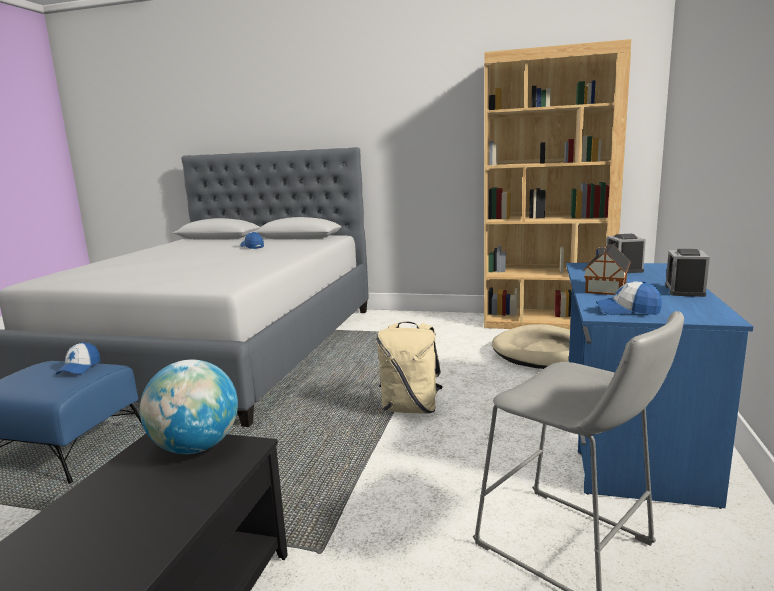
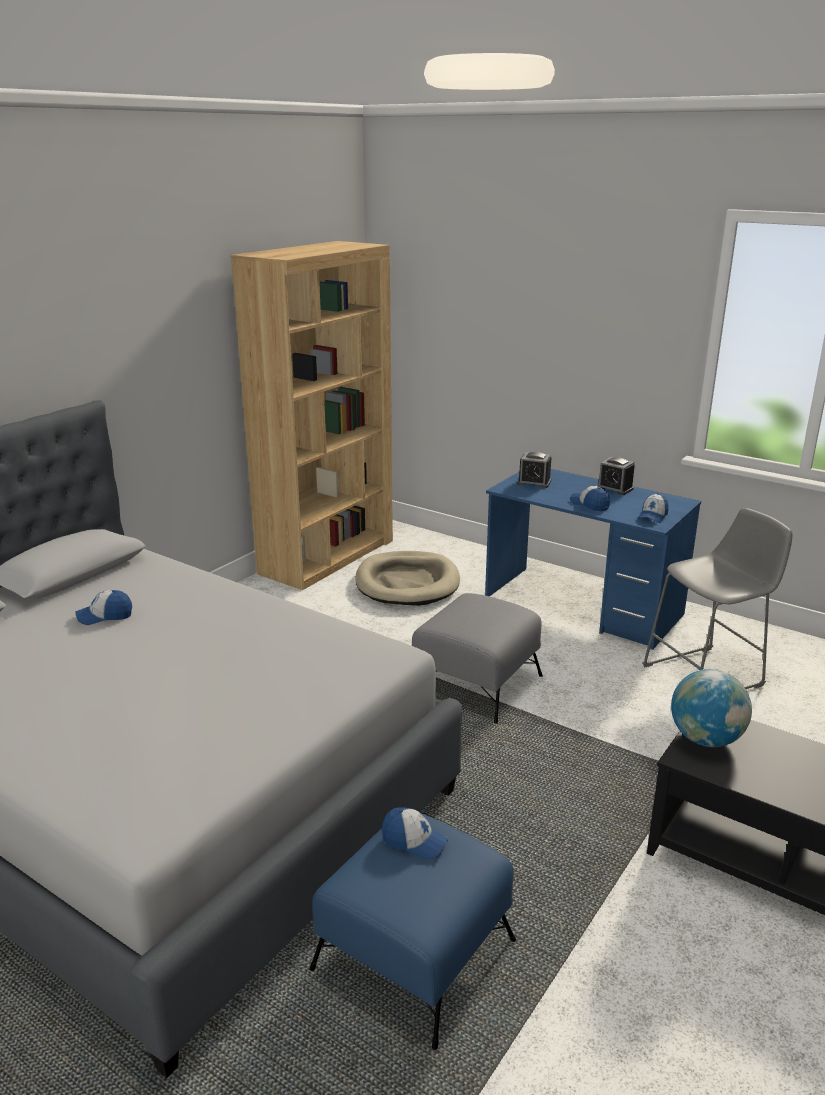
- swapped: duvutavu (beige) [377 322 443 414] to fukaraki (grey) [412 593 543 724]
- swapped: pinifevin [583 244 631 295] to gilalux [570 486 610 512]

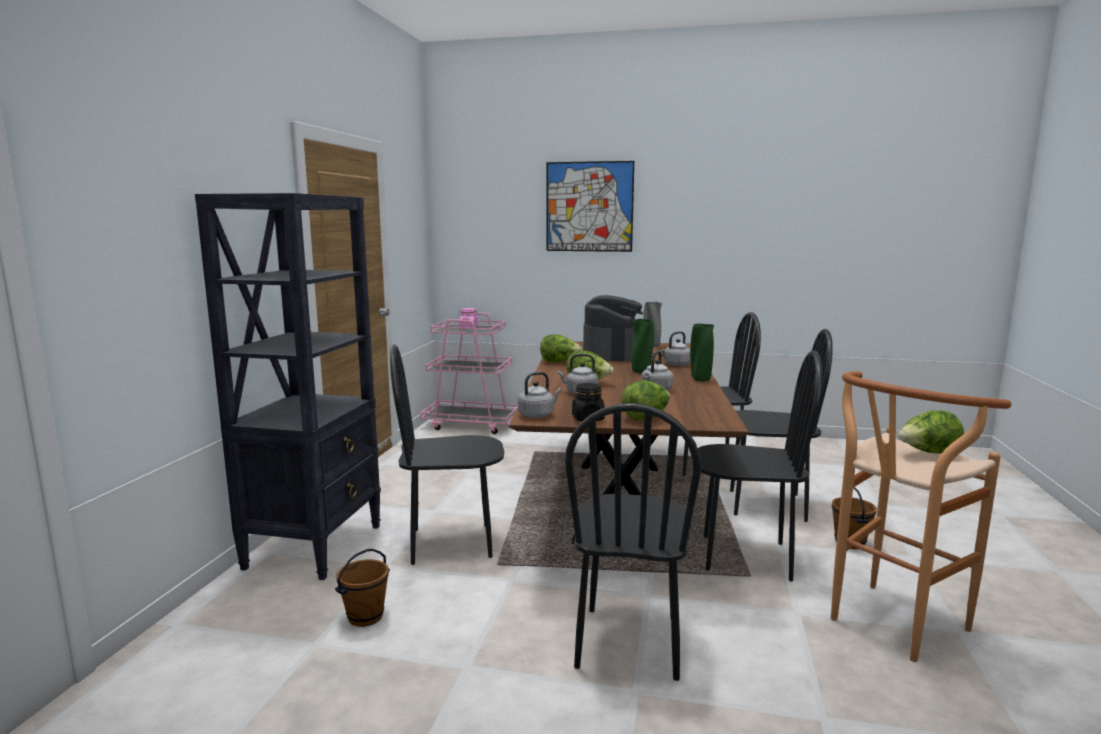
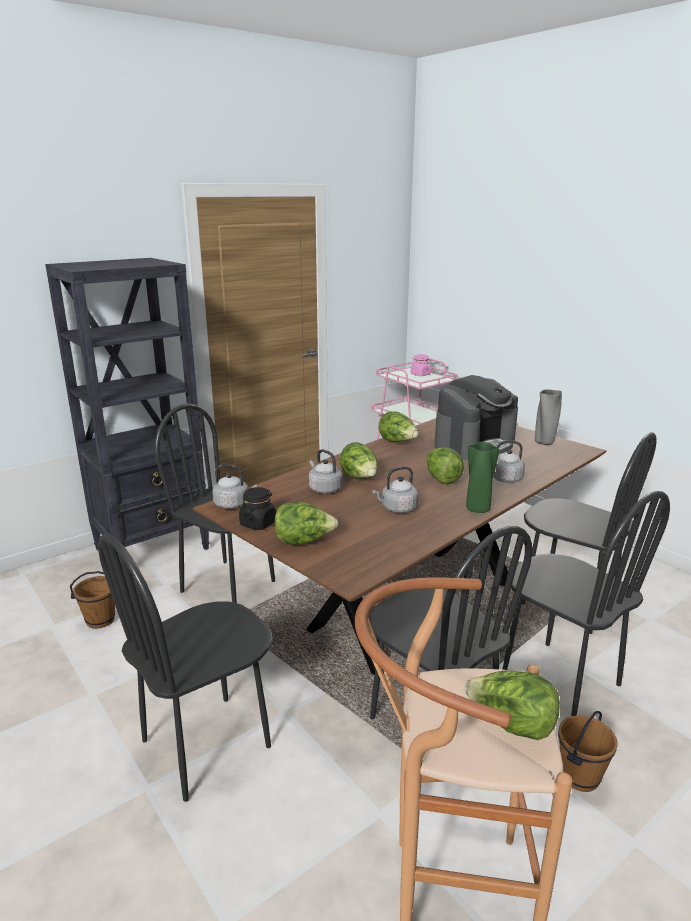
- gone: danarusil [546 161 634 252]
- swapped: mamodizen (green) [631 319 654 373] to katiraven [427 447 464 484]

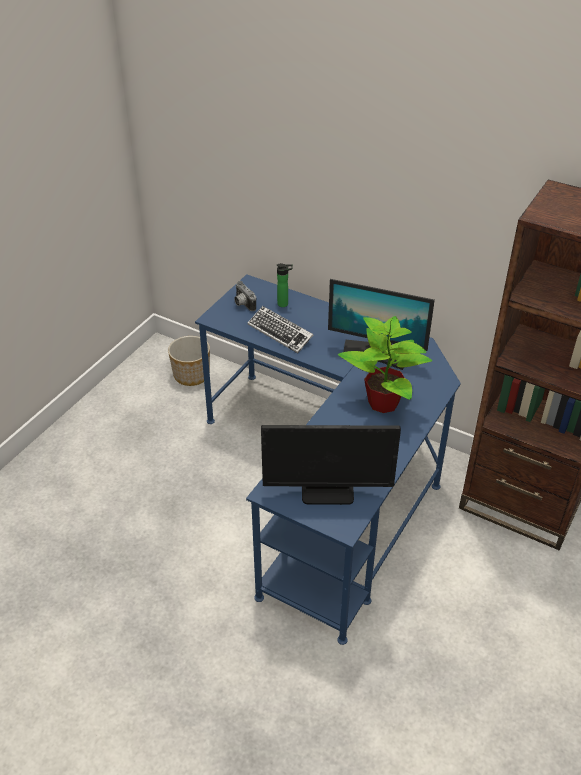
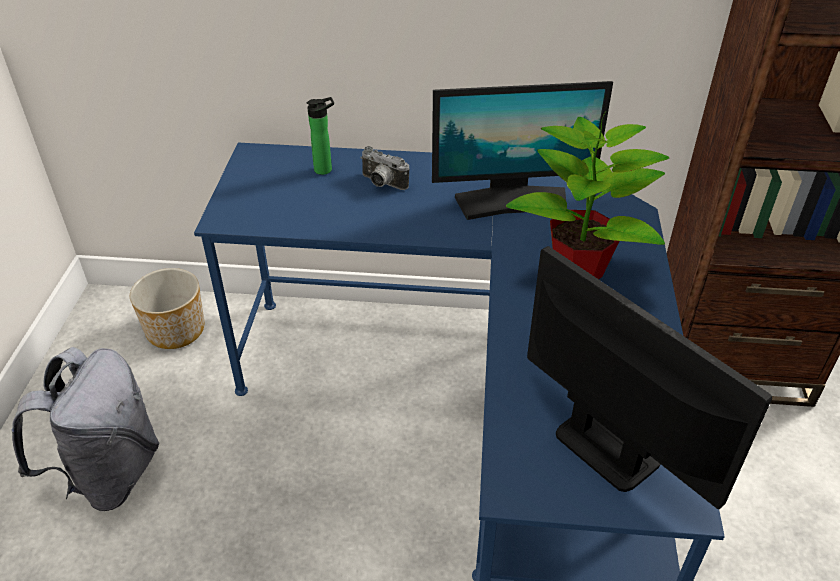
- shifted: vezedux [234 281 256 311] to [360 146 410 190]
- gone: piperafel [248 306 313 353]
- rotated: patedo [261 425 401 505] = [527 246 772 509] 105 degrees counterclockwise
- new: duvutavu (grey) [11 347 159 511]

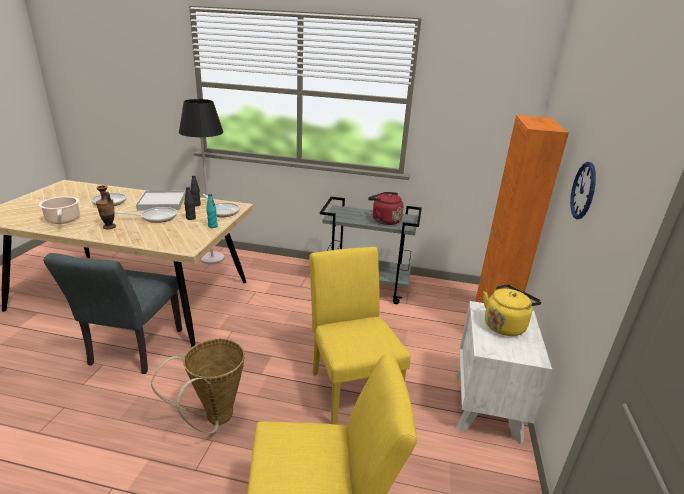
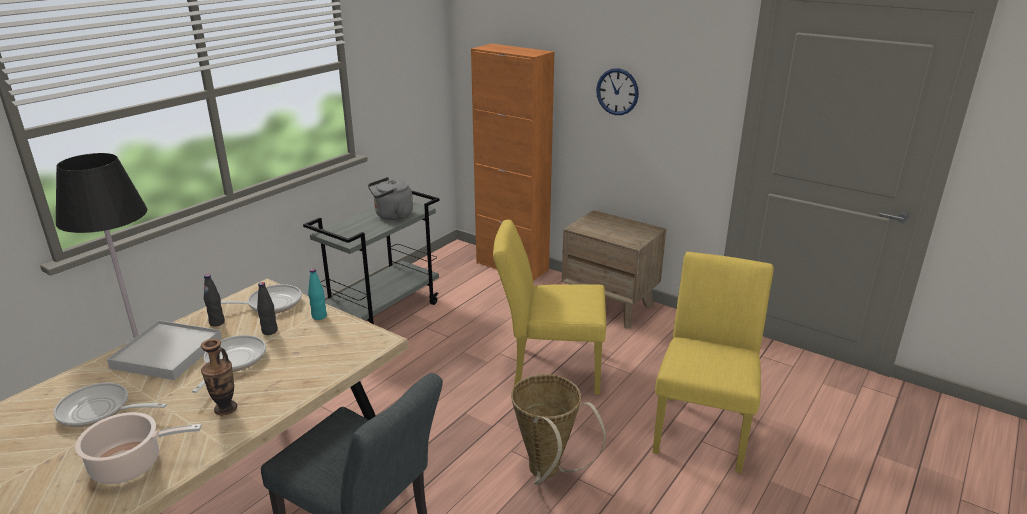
- repainted: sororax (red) [368 192 404 225] to sororax (grey) [368 177 413 220]
- repainted: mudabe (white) [455 301 552 444] to mudabe (brown) [562 210 666 329]
- gone: sororax (yellow) [483 284 542 336]

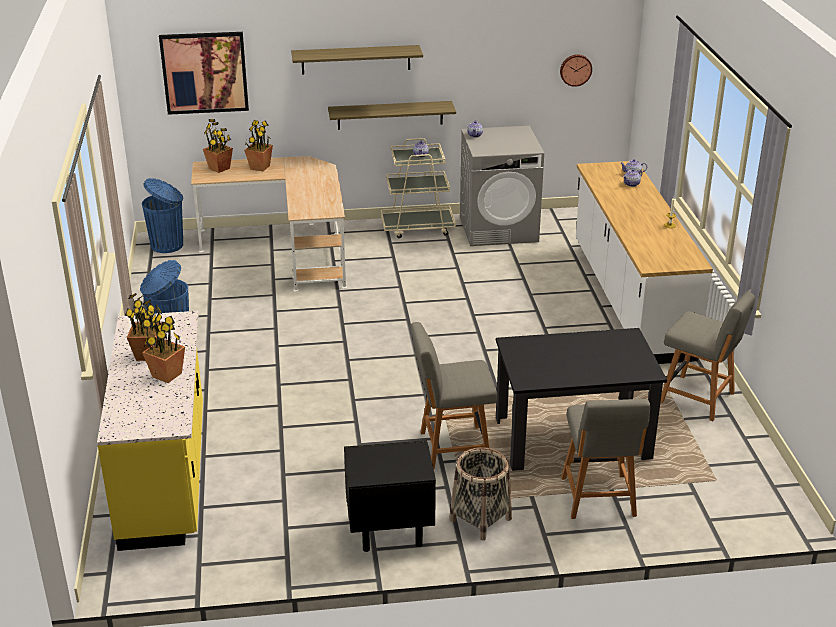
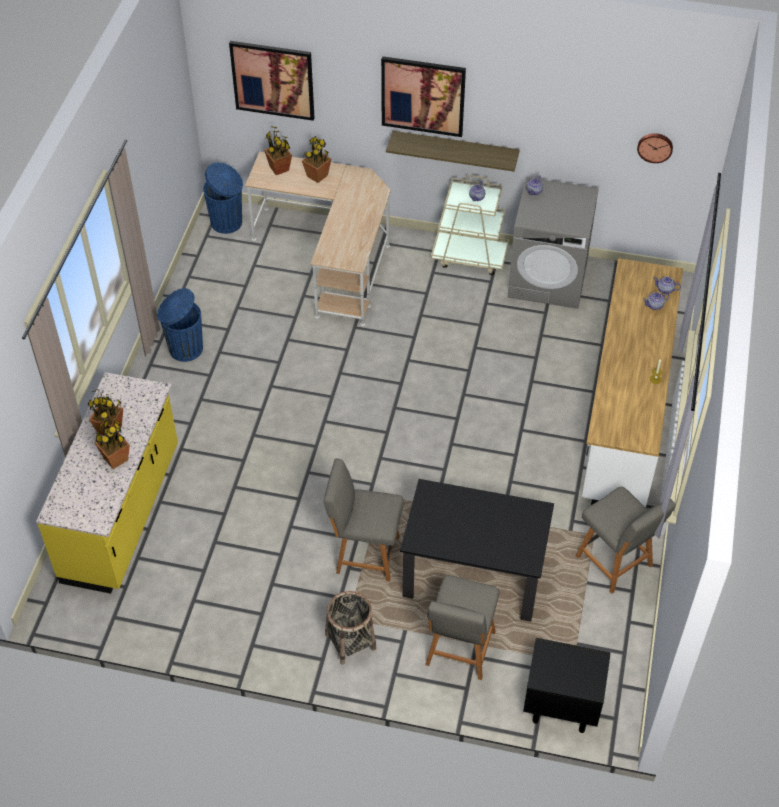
- swapped: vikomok [291 45 423 75] to danarusil [381 56 466 137]
- shifted: mudabe (black) [344 440 436 552] to [523 638 611 733]

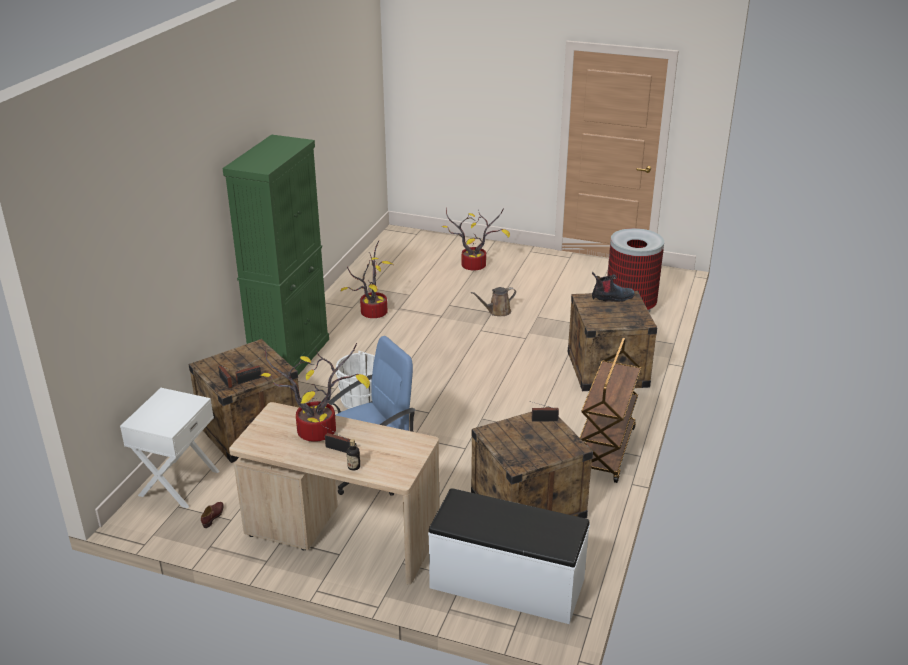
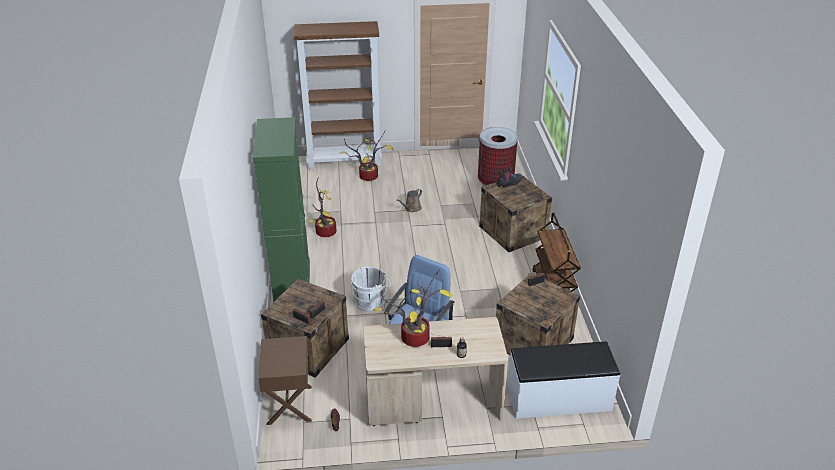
- repainted: mudabe (white) [120 388 219 508] to mudabe (brown) [258 336 312 425]
- new: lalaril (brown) [294 21 382 170]

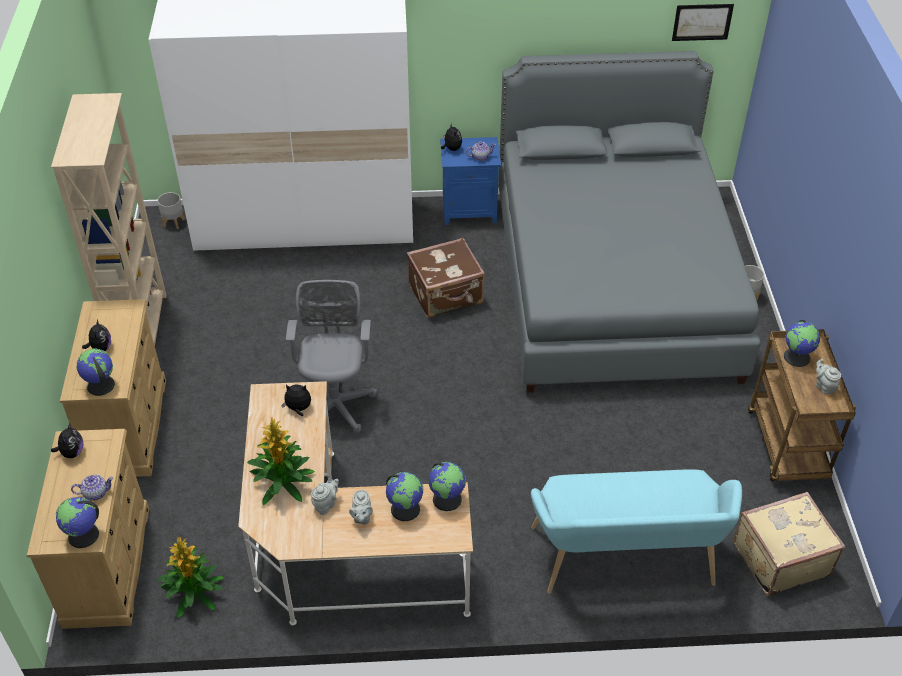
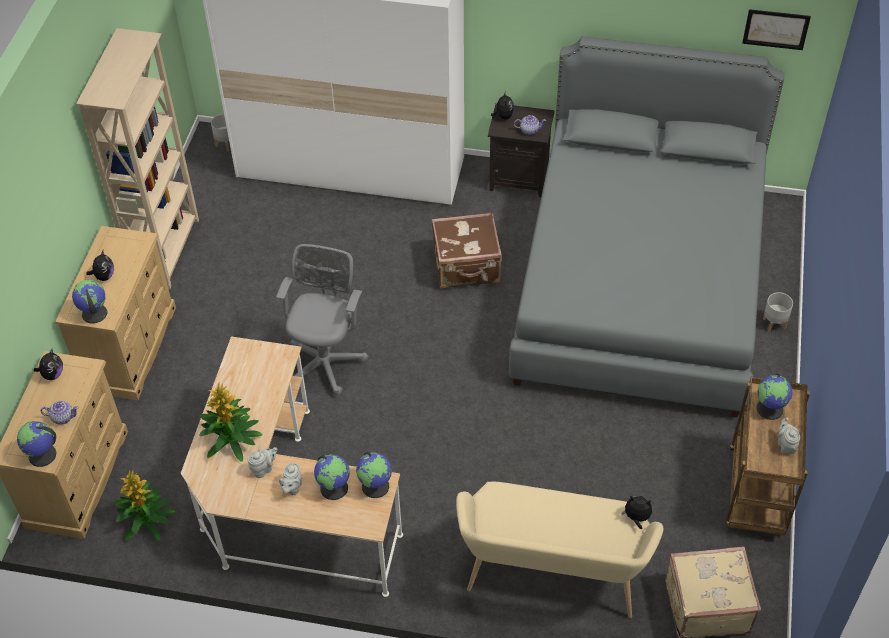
- shifted: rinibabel [281 384 311 416] to [621 496 652 529]
- repainted: mudabe (blue) [440 137 501 225] to mudabe (black) [488 103 555 197]
- repainted: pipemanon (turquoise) [531 469 742 594] to pipemanon (beige) [456 481 663 618]

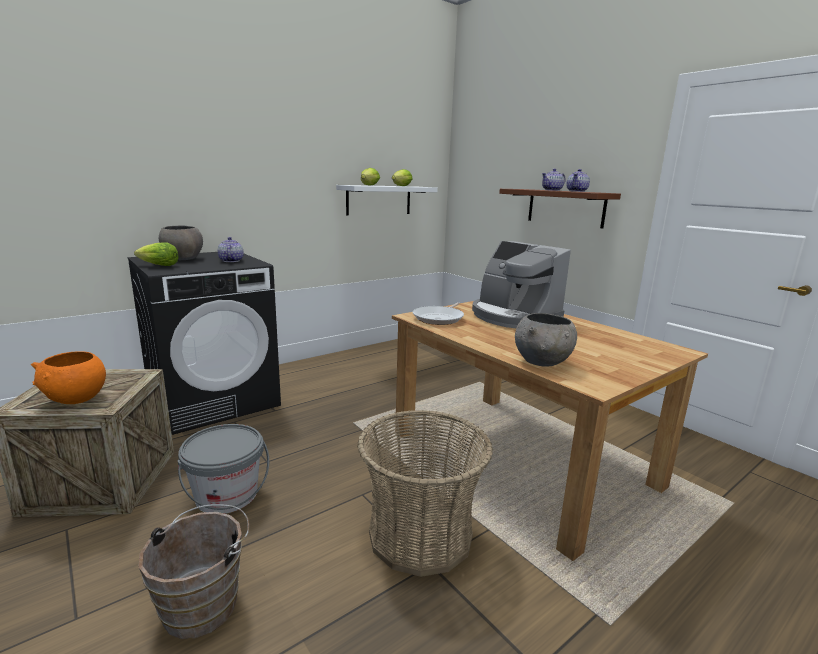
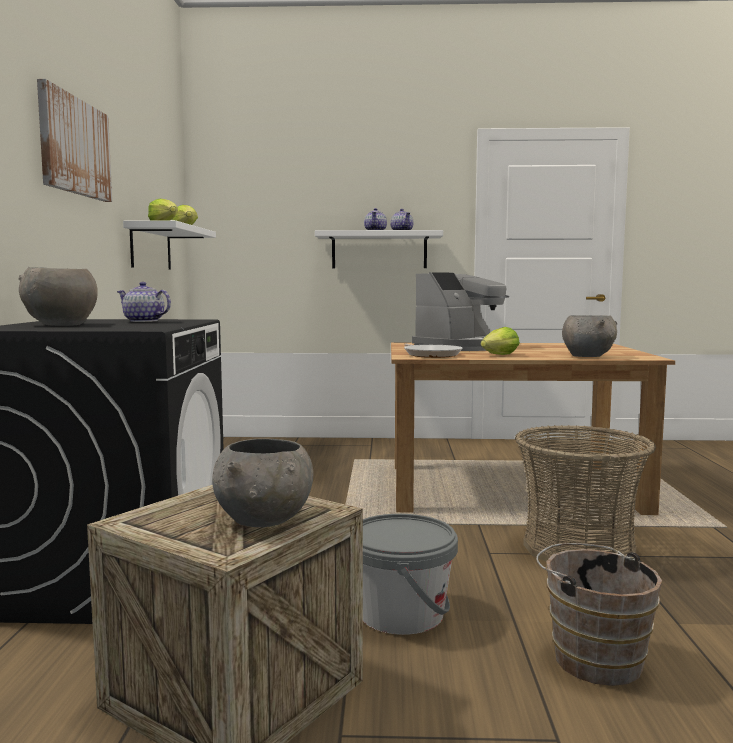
- repainted: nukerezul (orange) [31 351 106 404] to nukerezul (grey) [212 439 313 527]
- shifted: katiraven [134 242 179 266] to [481 327 520 355]
- rotated: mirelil [472 241 571 328] = [412 272 509 351] 45 degrees counterclockwise
- repainted: vikomok (brown) [499 189 621 229] to vikomok (white) [315 230 443 268]
- new: danarusil [37 79 112 202]

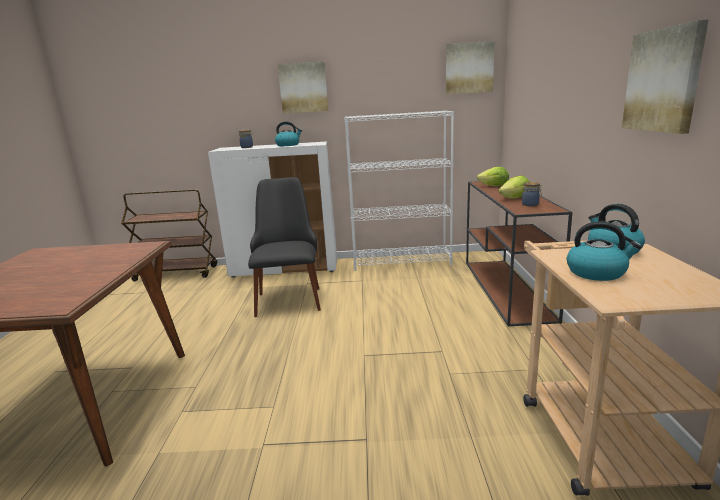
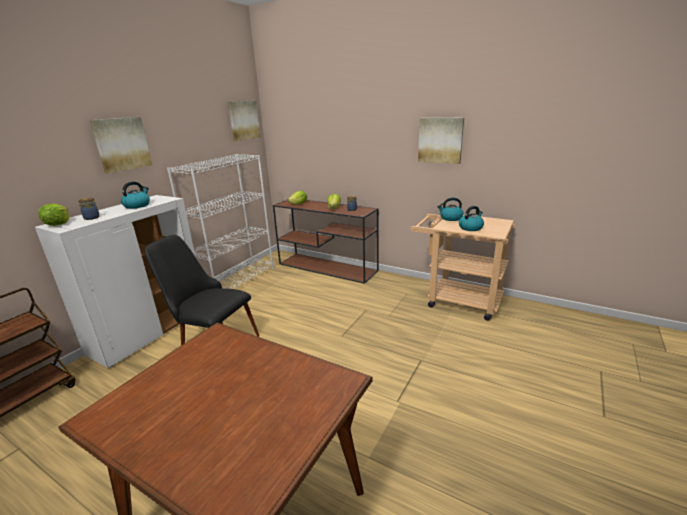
- new: katiraven [38 203 69 226]

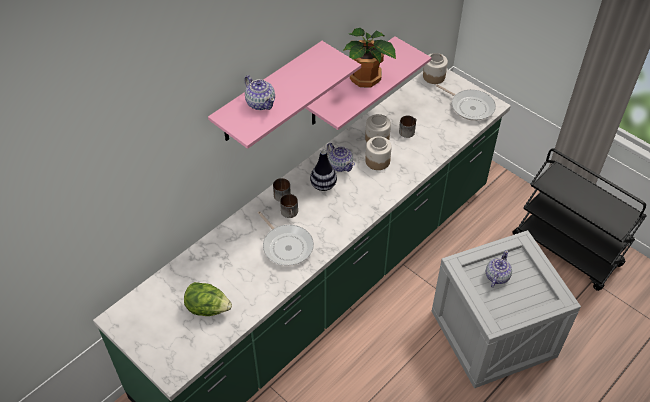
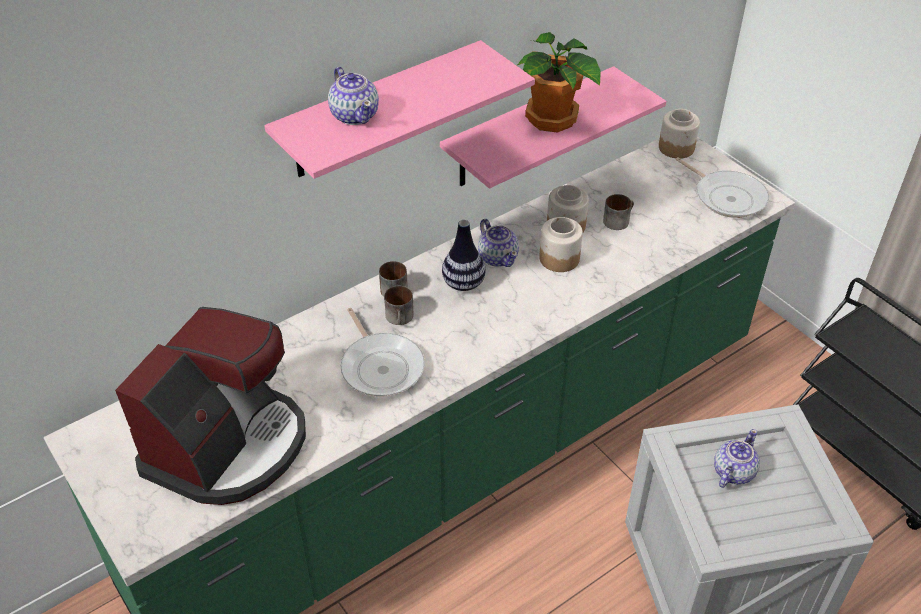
- swapped: katiraven [184 282 232 316] to mirelil [115 307 306 505]

